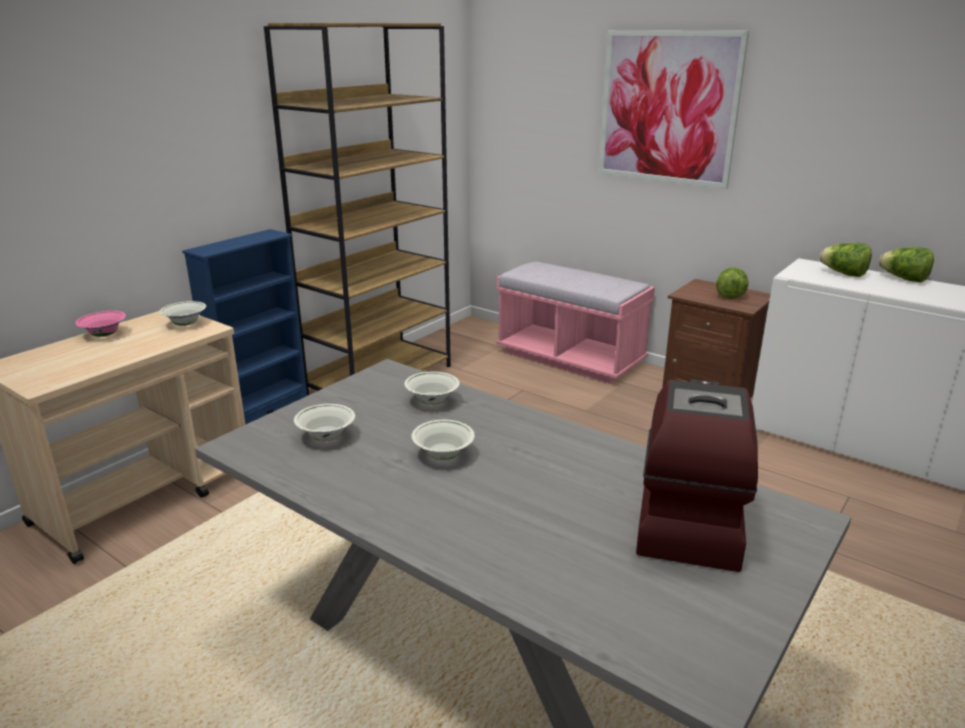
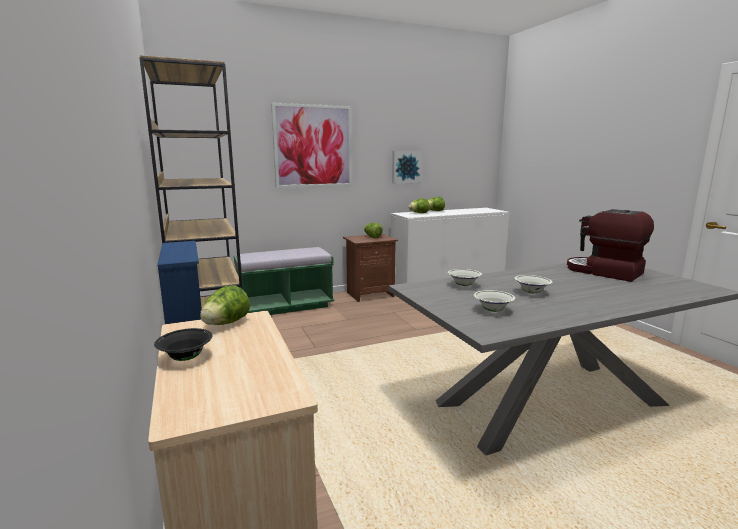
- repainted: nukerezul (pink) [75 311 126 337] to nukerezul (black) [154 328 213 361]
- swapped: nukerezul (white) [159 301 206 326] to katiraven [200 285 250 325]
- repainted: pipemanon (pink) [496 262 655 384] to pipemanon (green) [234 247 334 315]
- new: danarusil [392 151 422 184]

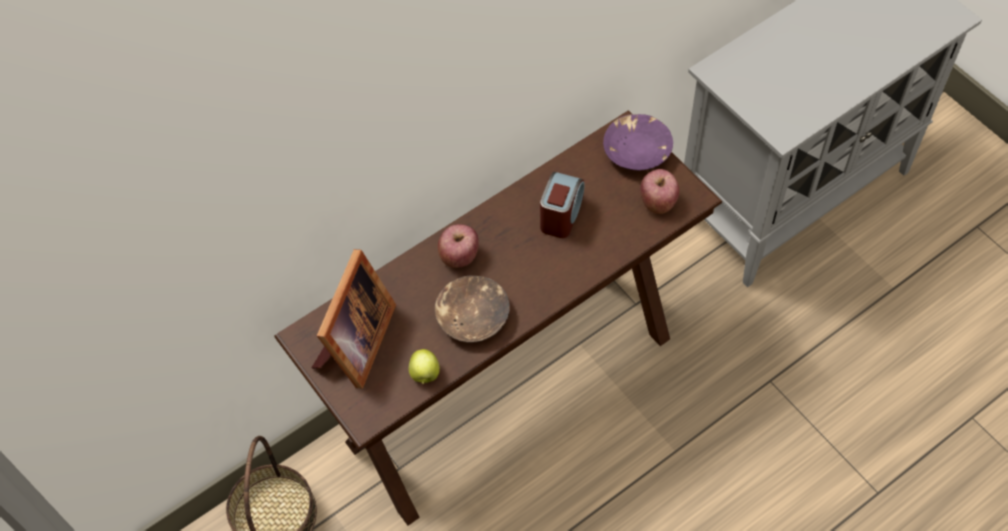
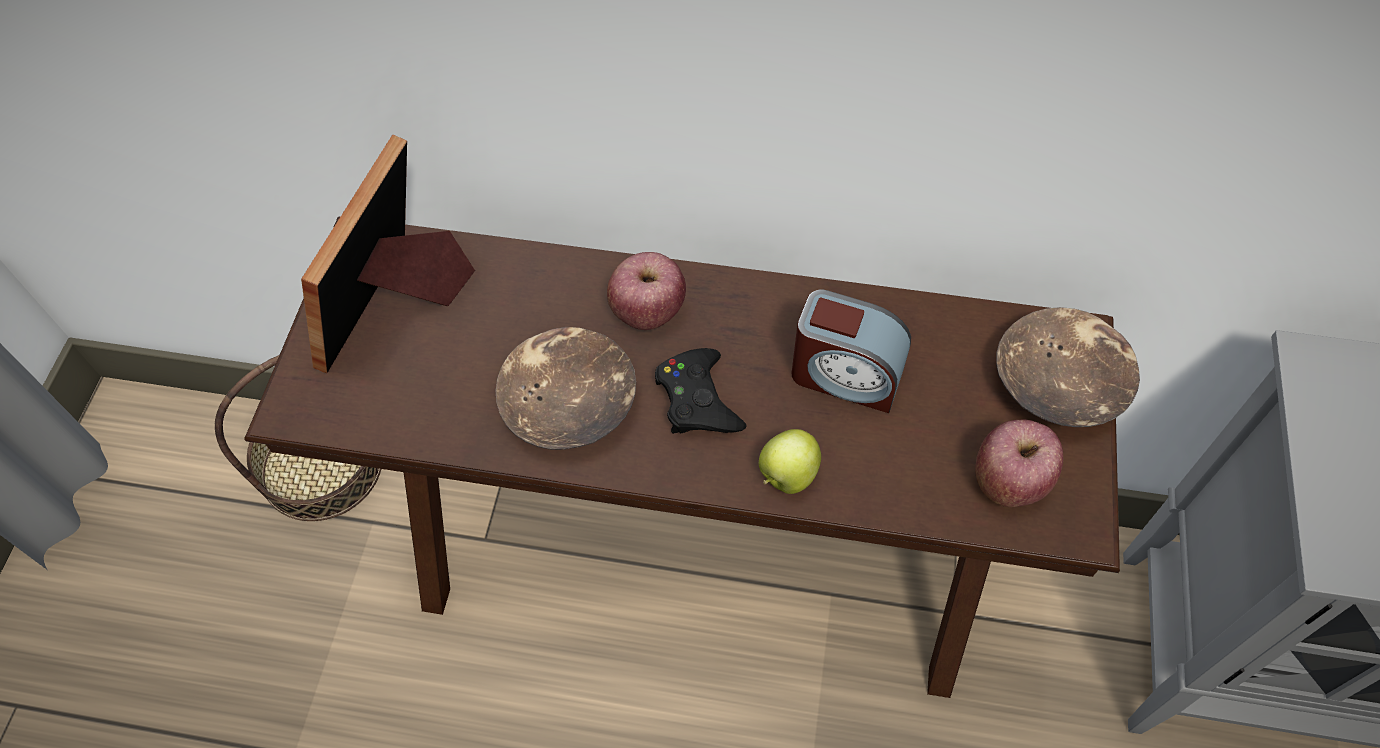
- rotated: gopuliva [311 249 396 389] = [301 135 475 373] 135 degrees clockwise
- shifted: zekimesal [409 349 440 384] to [759 429 821 494]
- rotated: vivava [540 172 585 238] = [792 289 911 413] 45 degrees clockwise
- repainted: nukerezul (purple) [603 114 673 171] to nukerezul (brown) [996 307 1140 427]
- new: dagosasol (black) [655 348 746 434]

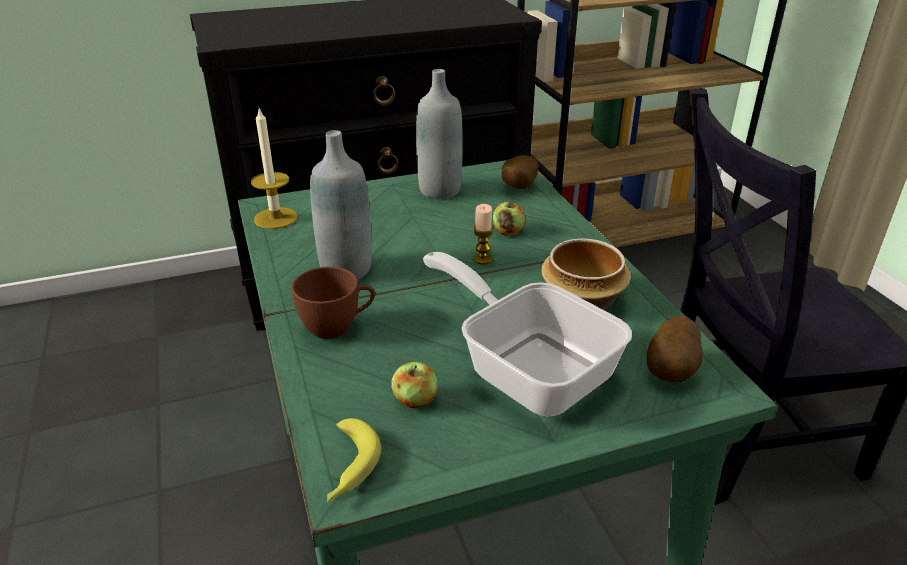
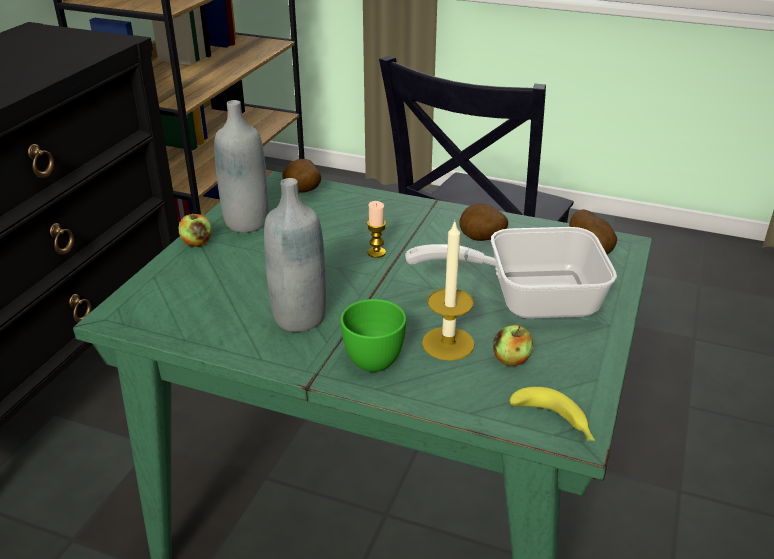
- shifted: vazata [251 108 298 229] to [422 220 475 361]
- repainted: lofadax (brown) [291 266 375 339] to lofadax (green) [340 299 406 372]
- shifted: zekimesal [493 199 525 236] to [179 211 212 247]
- swapped: nukerezul [541 238 631 309] to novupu [460 203 508 241]

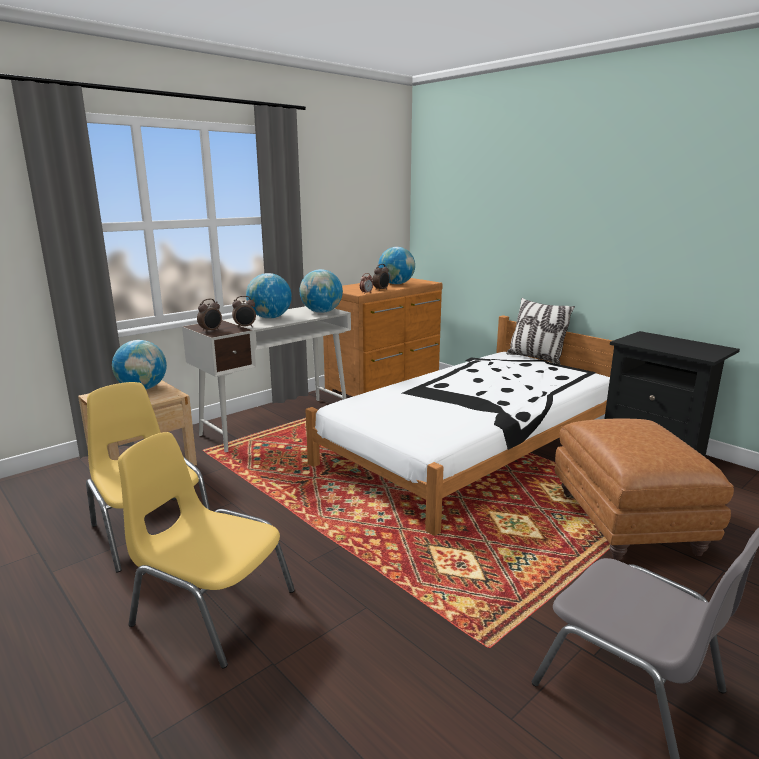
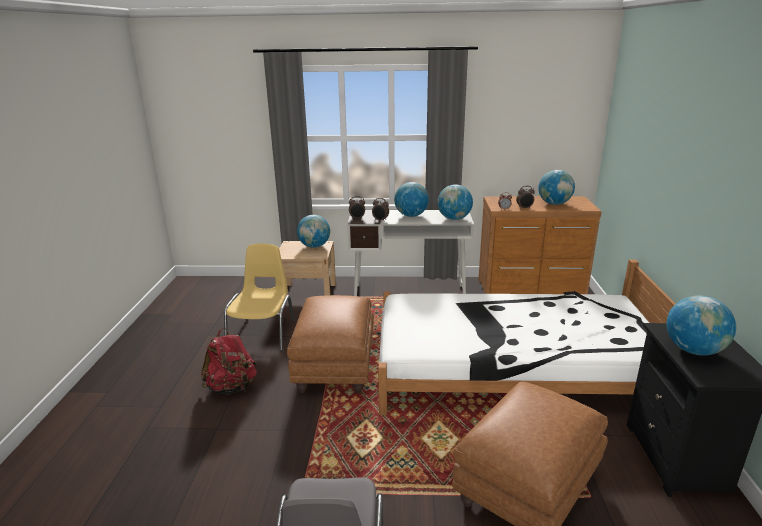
- swapped: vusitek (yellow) [118 432 295 669] to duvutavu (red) [201 327 257 394]
- gone: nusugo [506 298 575 365]
- new: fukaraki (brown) [287 295 374 394]
- new: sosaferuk [667 296 736 355]

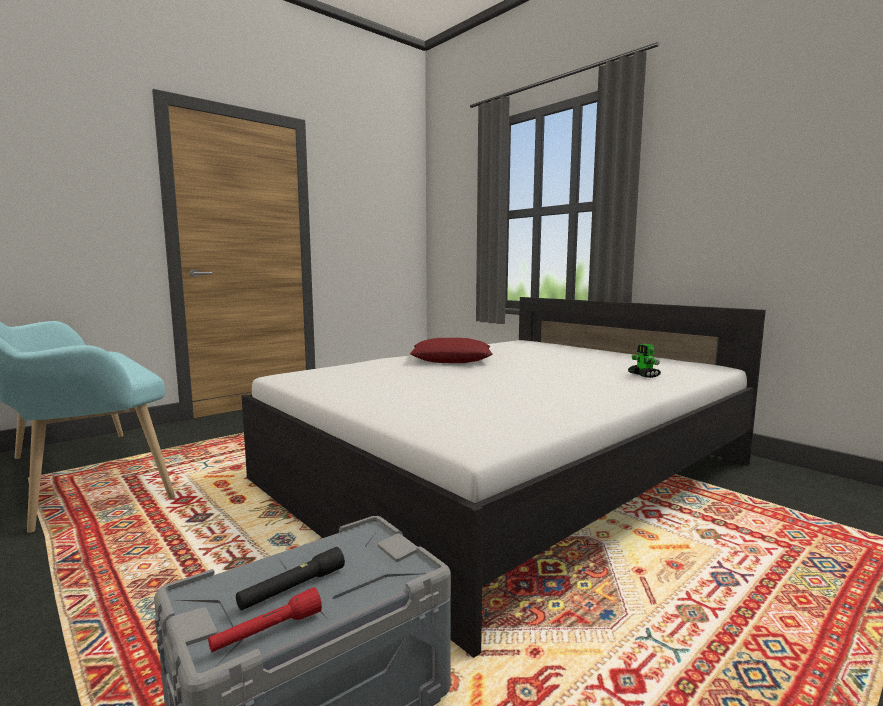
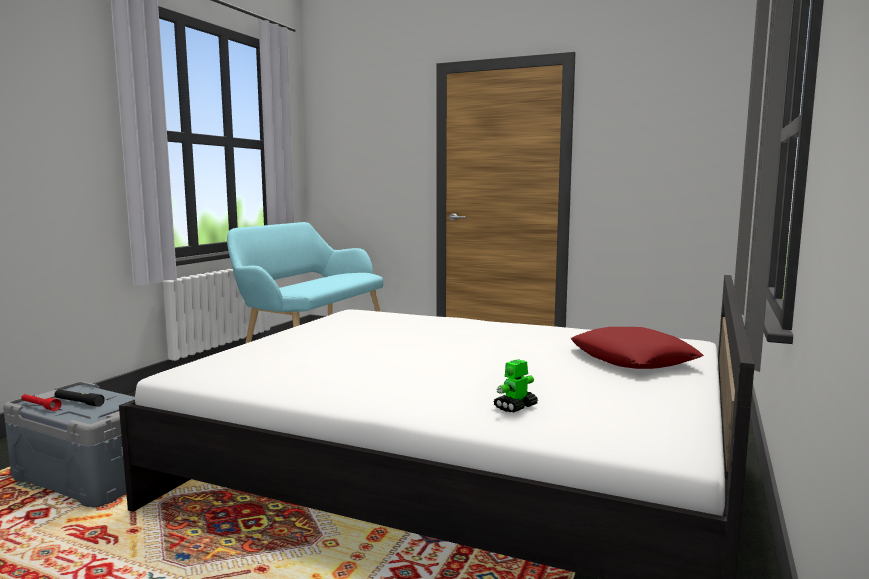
- shifted: nusugo (red) [410 338 493 363] to [571 327 704 369]

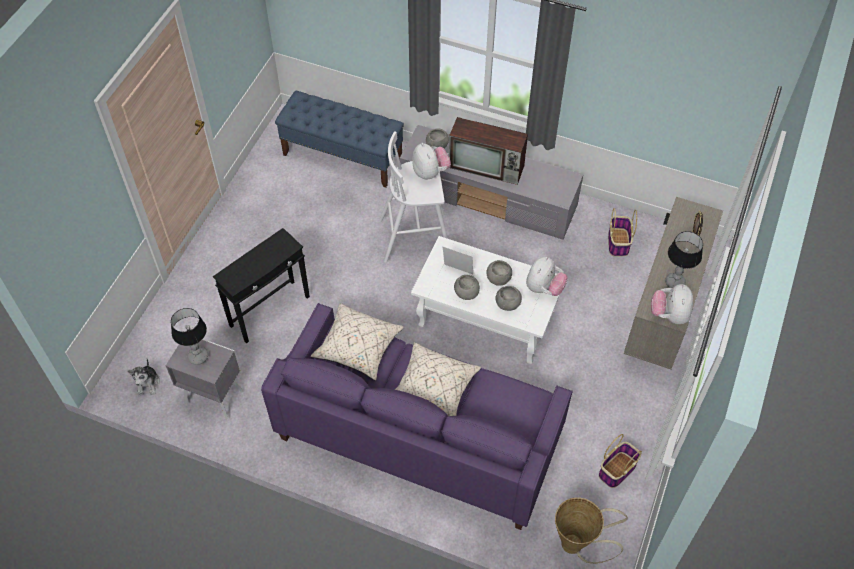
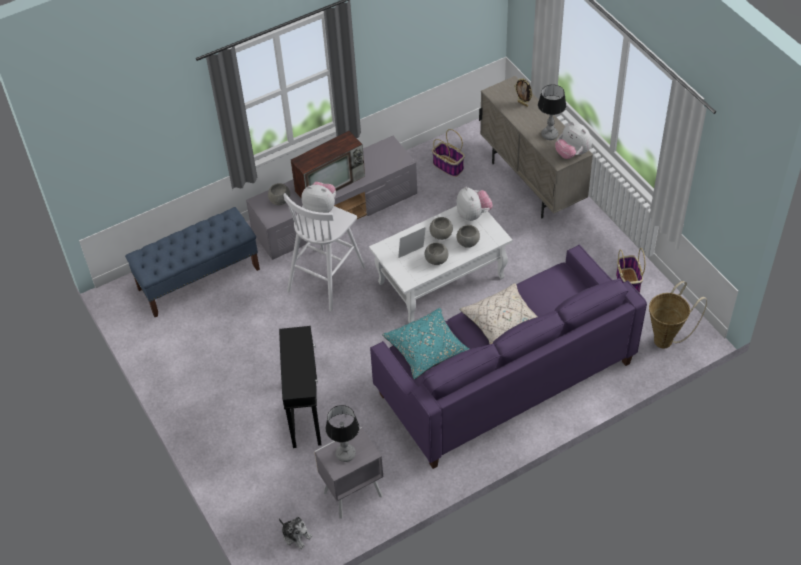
- repainted: nusugo (beige) [311 303 404 380] to nusugo (turquoise) [382 308 469 379]

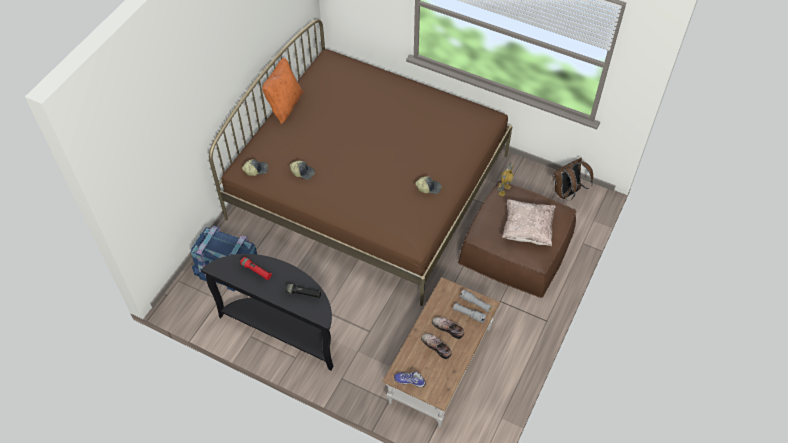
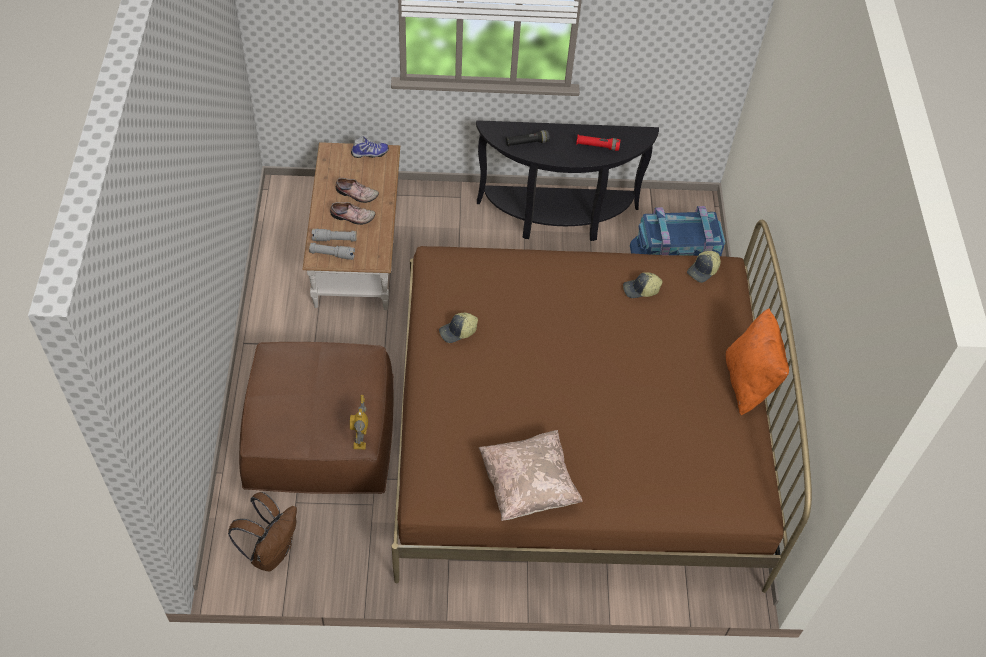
- shifted: nusugo (beige) [502 199 556 247] to [479 430 583 521]

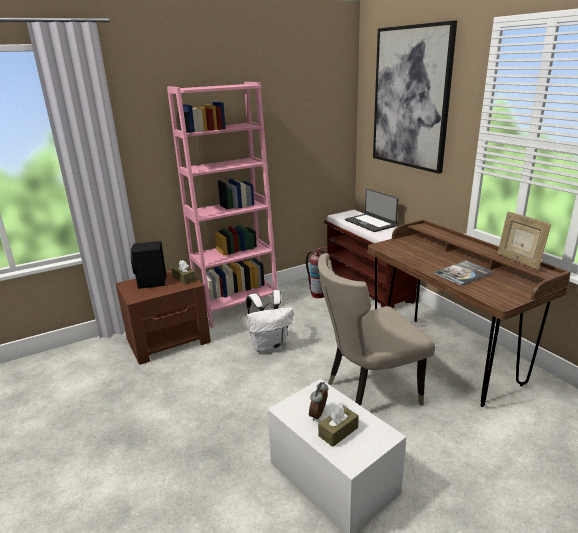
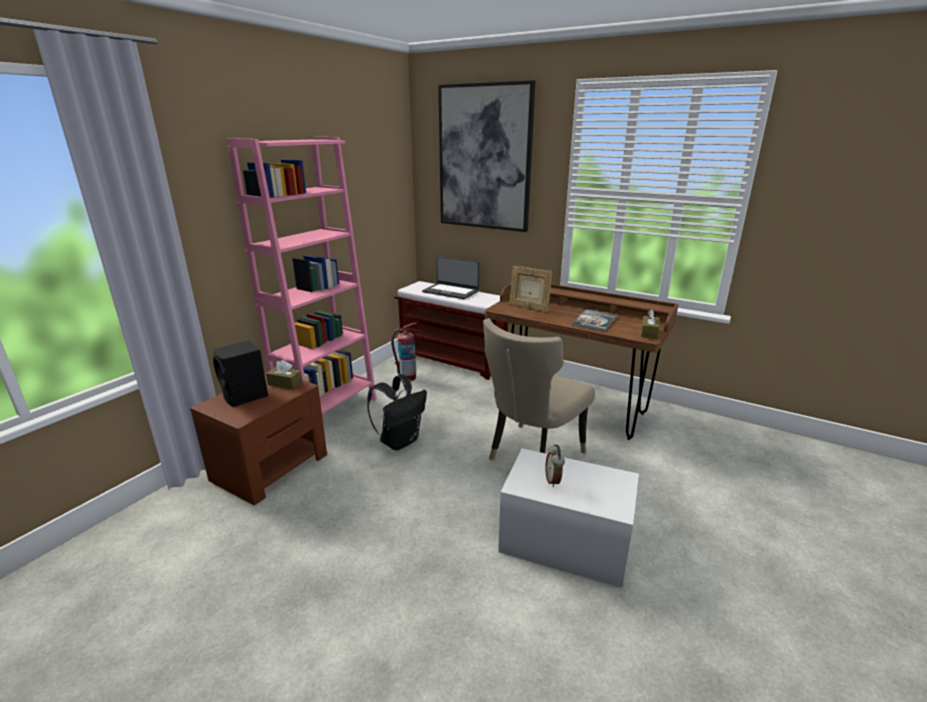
- repainted: duvutavu (white) [246 290 293 354] to duvutavu (black) [367 375 427 450]
- shifted: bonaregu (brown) [318 405 359 447] to [641 309 660 339]
- shifted: gopuliva [497 211 551 270] to [509 266 552 312]

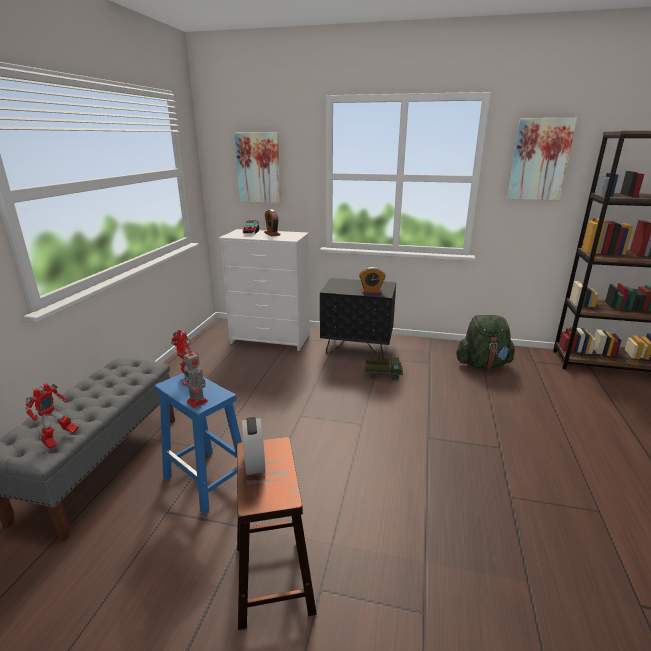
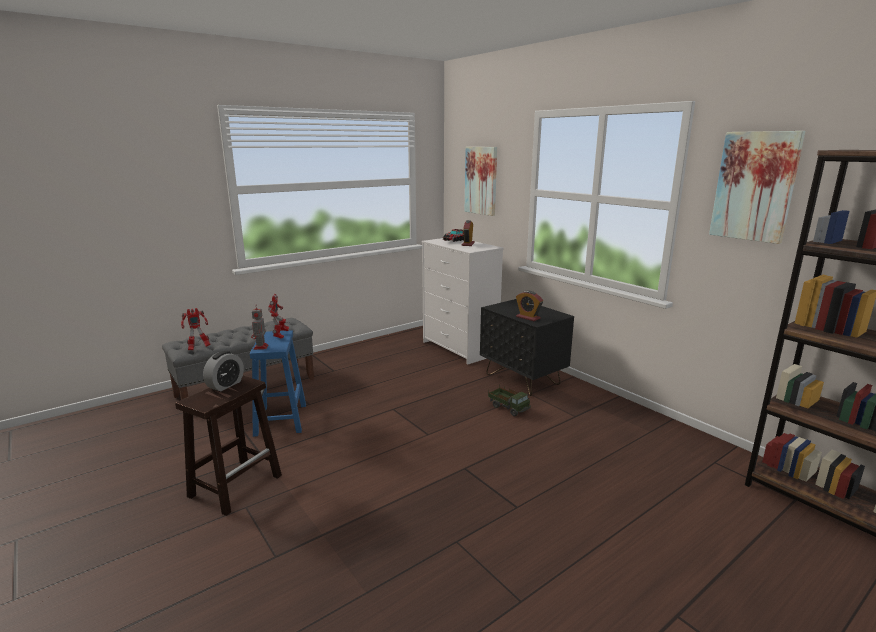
- gone: duvutavu (green) [456 315 515 369]

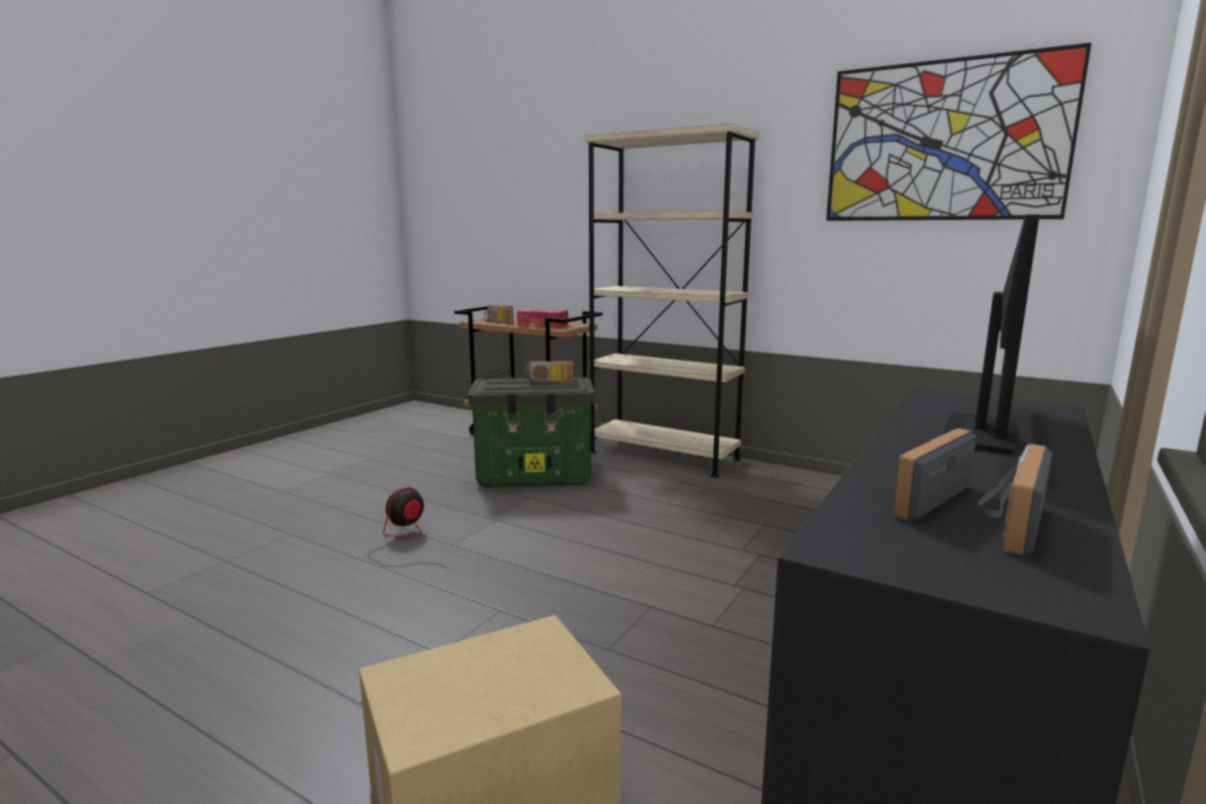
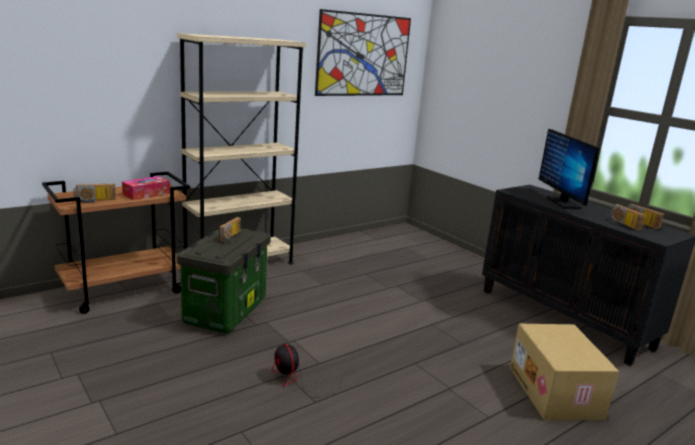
- rotated: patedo [943 214 1040 455] = [539 129 600 209] 150 degrees counterclockwise

